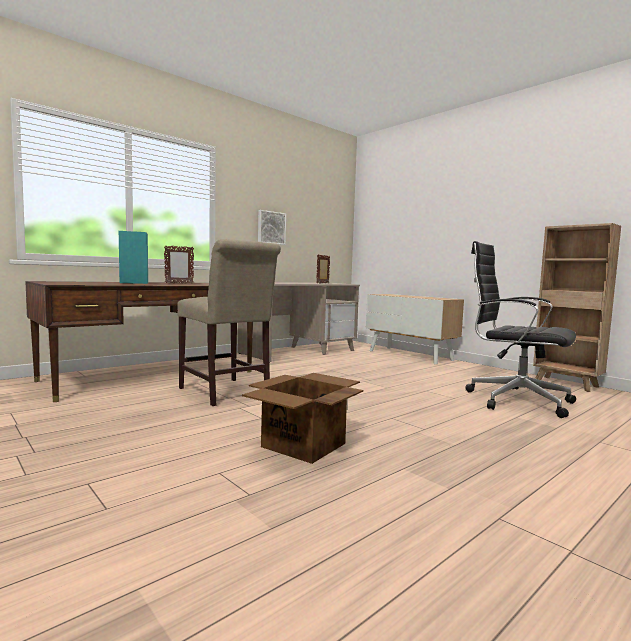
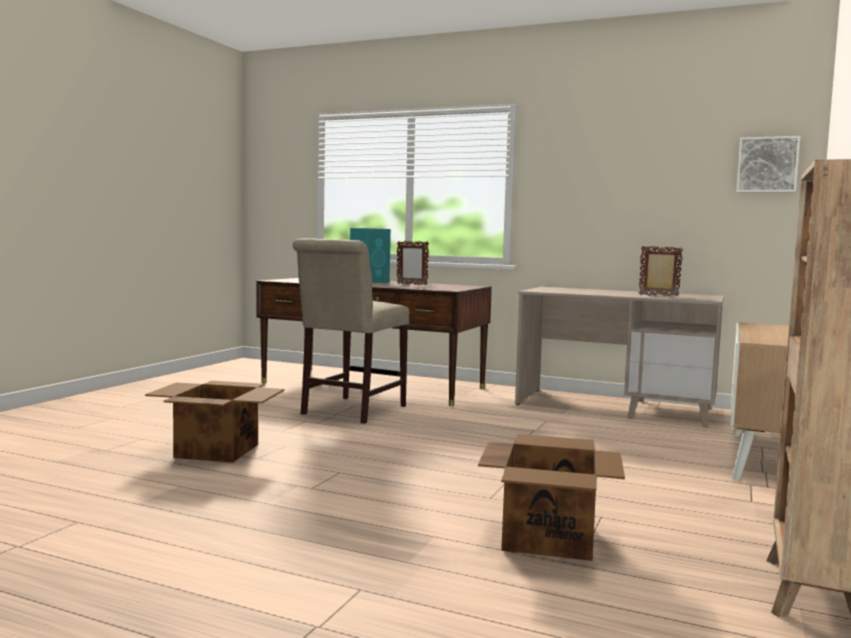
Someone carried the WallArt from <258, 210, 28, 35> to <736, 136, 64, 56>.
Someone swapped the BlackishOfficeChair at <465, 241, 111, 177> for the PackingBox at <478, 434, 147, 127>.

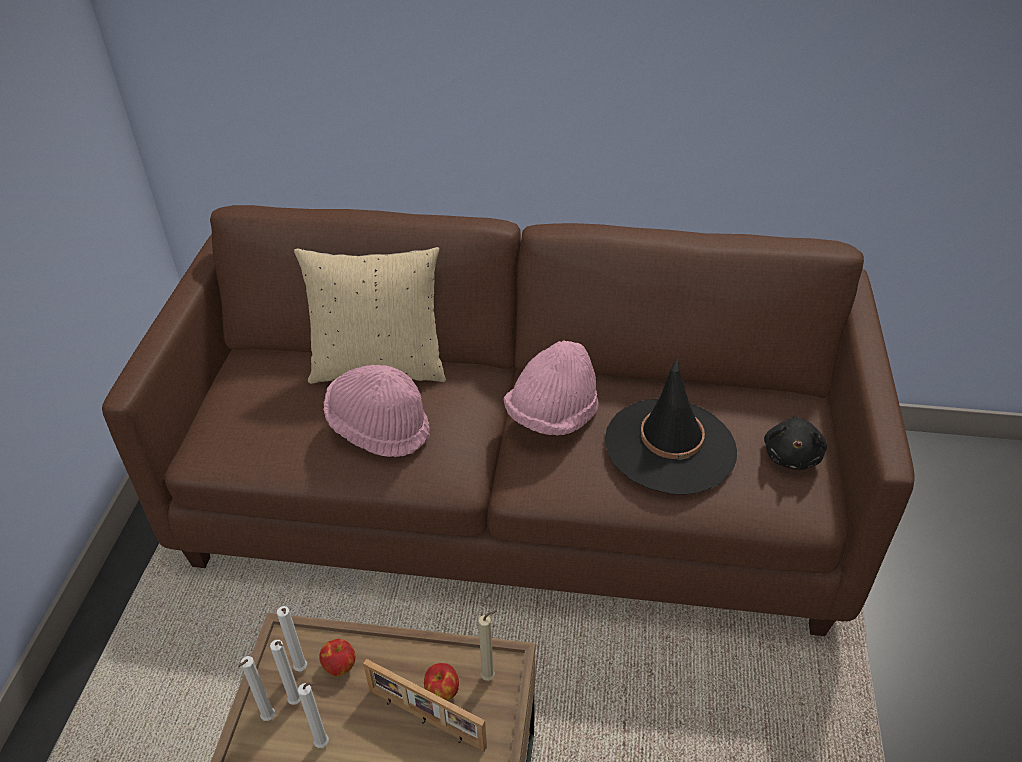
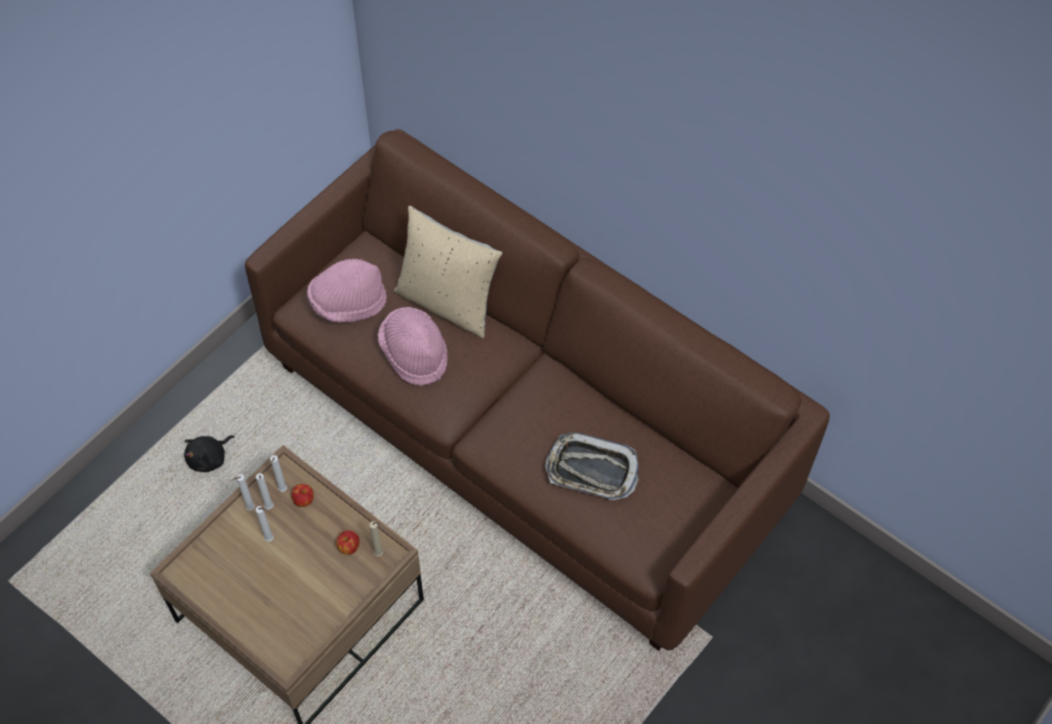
Someone took away the StandingFrame at <363, 659, 124, 93>.
Someone carried the PinkColouredClothingHat from <504, 340, 95, 96> to <307, 259, 80, 64>.
Someone swapped the BlackishClothingHat at <606, 357, 131, 138> for the CarryingTray at <545, 432, 94, 68>.
Someone carried the BlackishSoftToy from <764, 416, 63, 54> to <184, 435, 50, 37>.

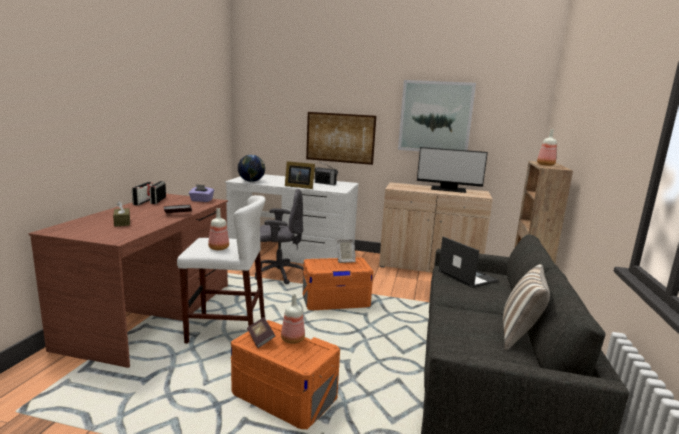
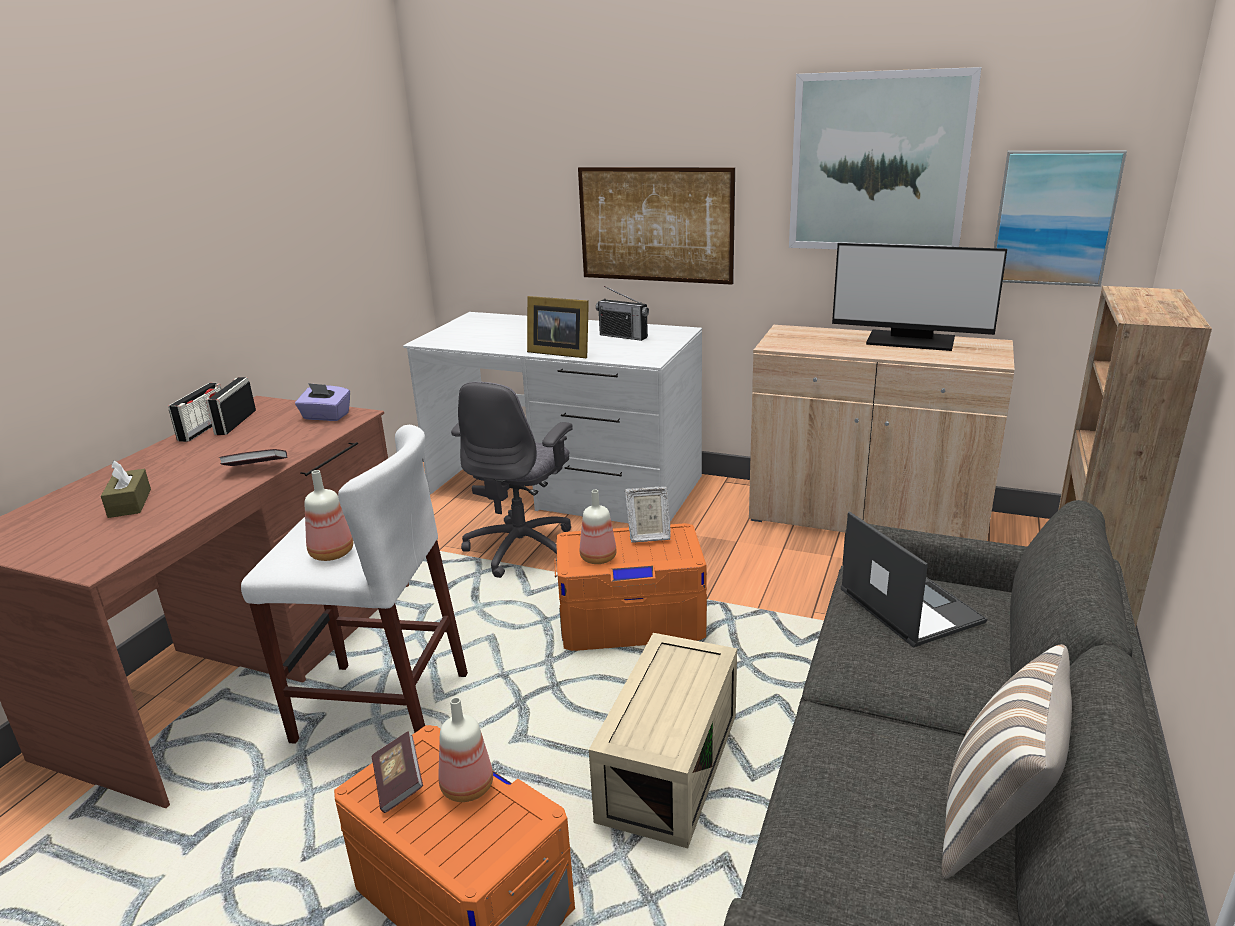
Someone took away the DeskGlobe at <238, 155, 27, 27>.
Someone rotated the GreyOfficeChair at <255, 189, 48, 95> by 105 degrees clockwise.
Someone carried the BeverageBottle from <537, 129, 20, 37> to <580, 490, 37, 74>.
Someone put down the BeigeColouredStorageBin at <589, 633, 148, 215>.
Someone put up the WallArt at <994, 150, 133, 137>.

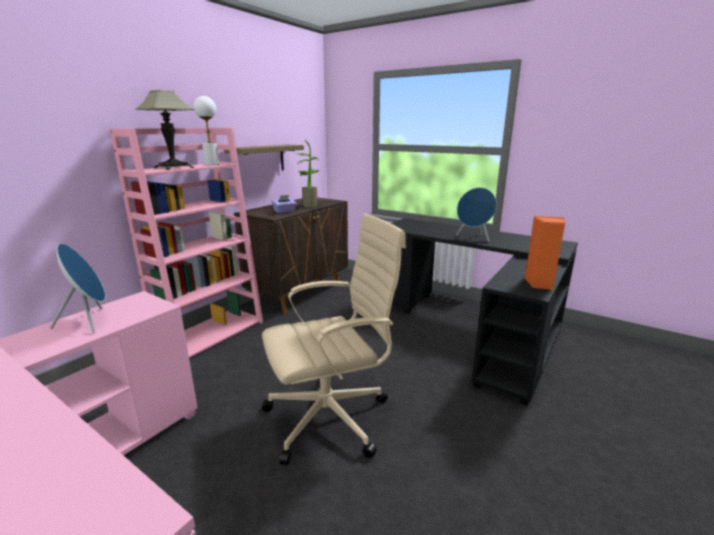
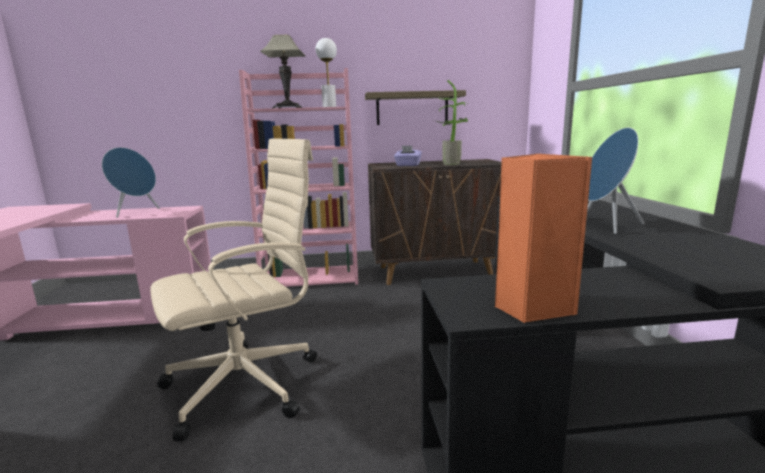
Someone rotated the BeigeColouredOfficeChair at <262, 213, 144, 252> by 60 degrees counterclockwise.

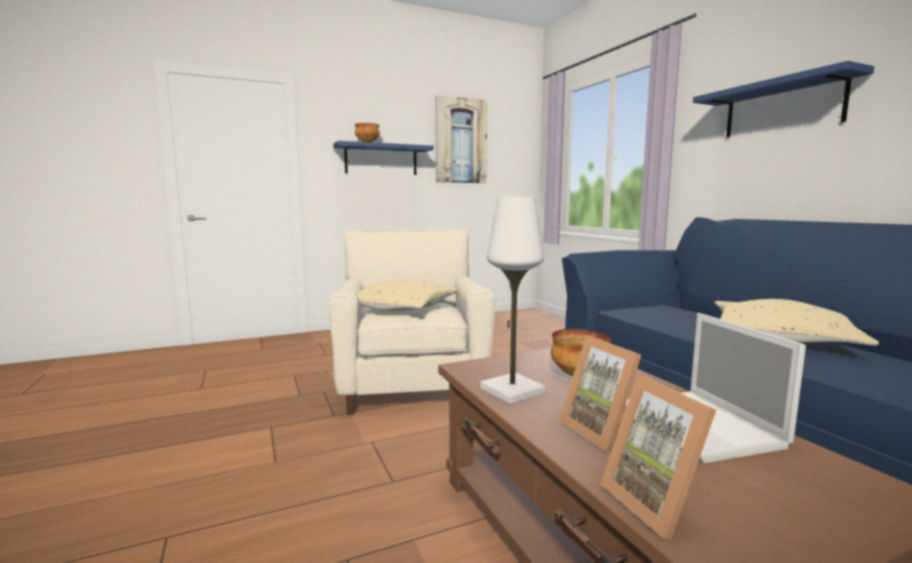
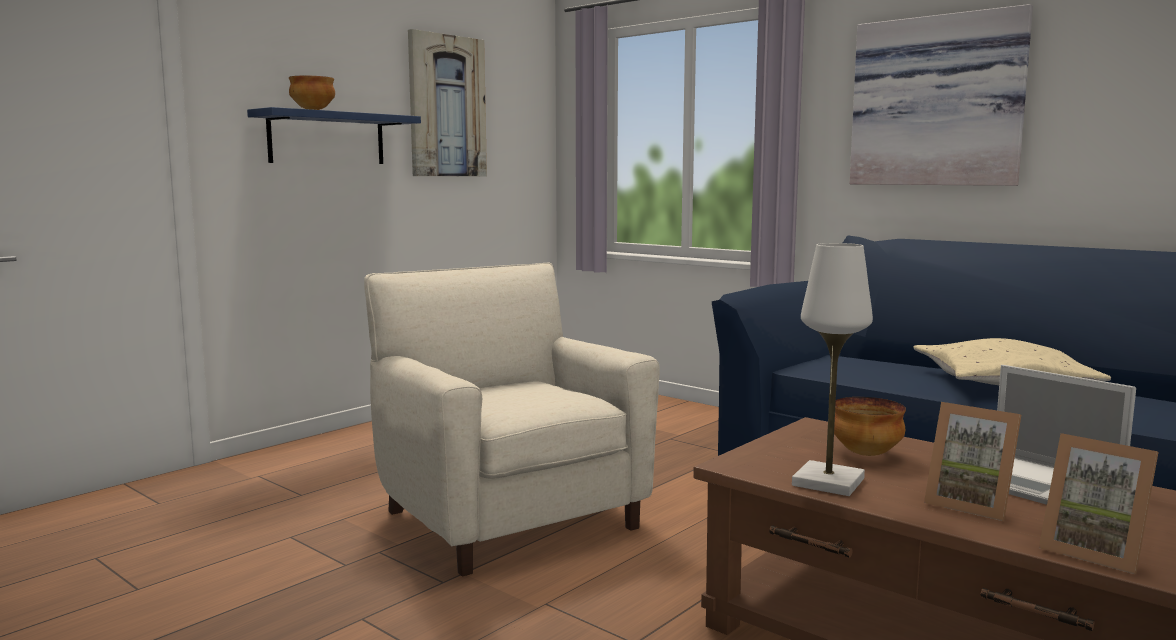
Someone took away the BeigeColouredPillow at <358, 280, 101, 31>.
Someone swapped the BlueColouredBracketShelf at <693, 61, 181, 77> for the WallArt at <850, 4, 183, 182>.

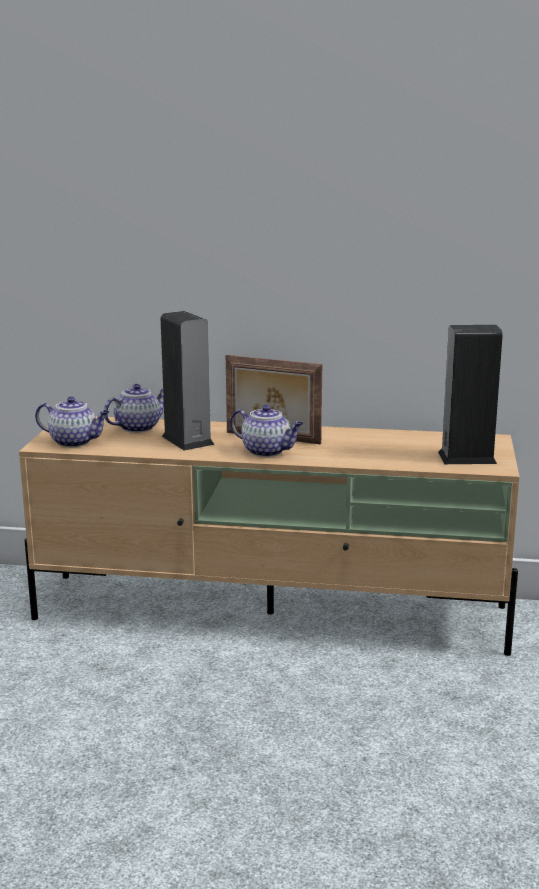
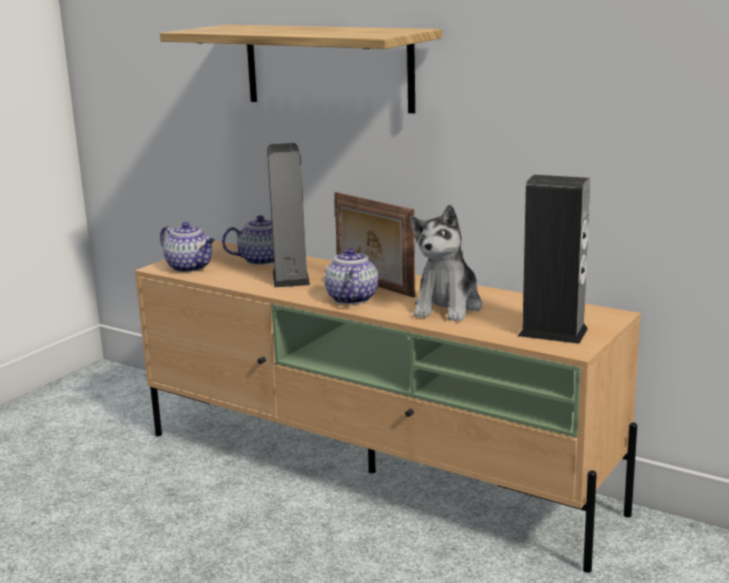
Someone rotated the PotForTea at <230, 405, 74, 52> by 150 degrees counterclockwise.
Someone put up the BracketShelf at <160, 25, 282, 89>.
Someone put down the SoftToy at <410, 205, 72, 117>.

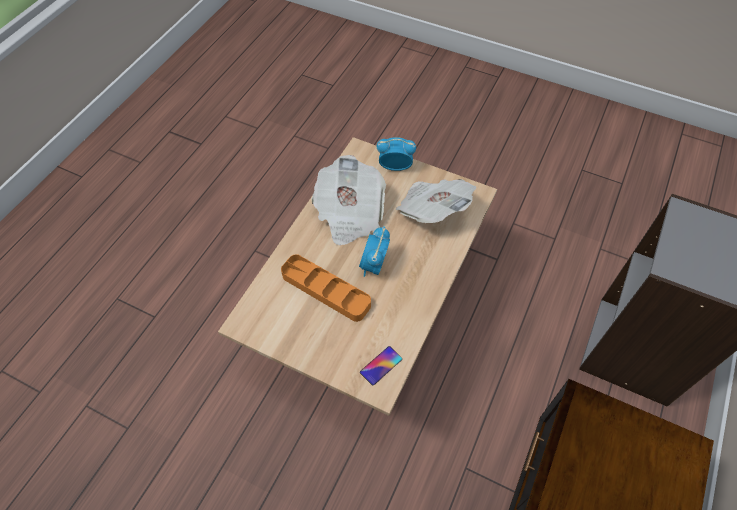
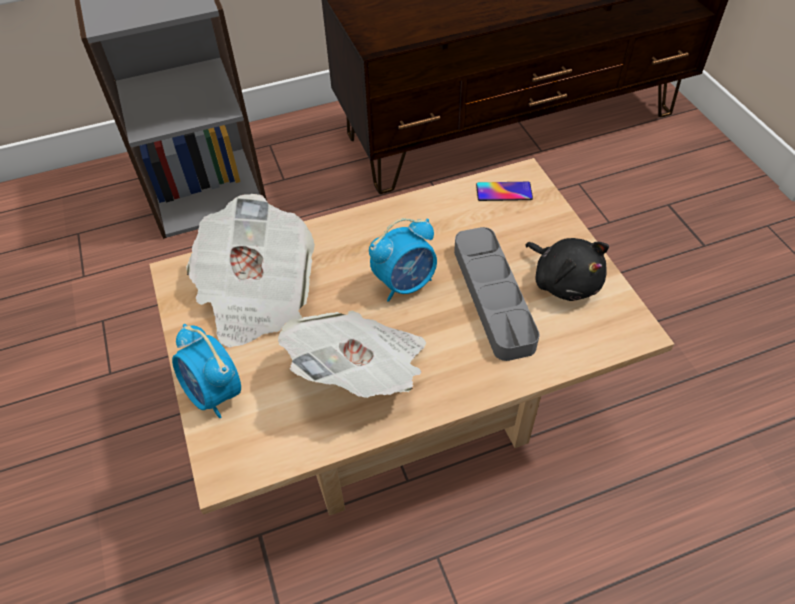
Someone repainted the OrangeColouredCarryingTray at <281, 254, 90, 68>, which became the GreyCarryingTray at <454, 227, 85, 134>.
Someone put down the BlackishSoftToy at <525, 238, 84, 63>.

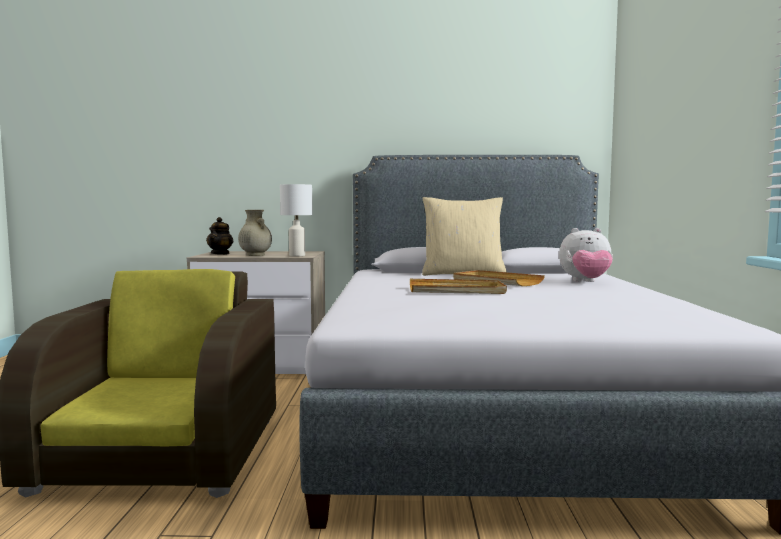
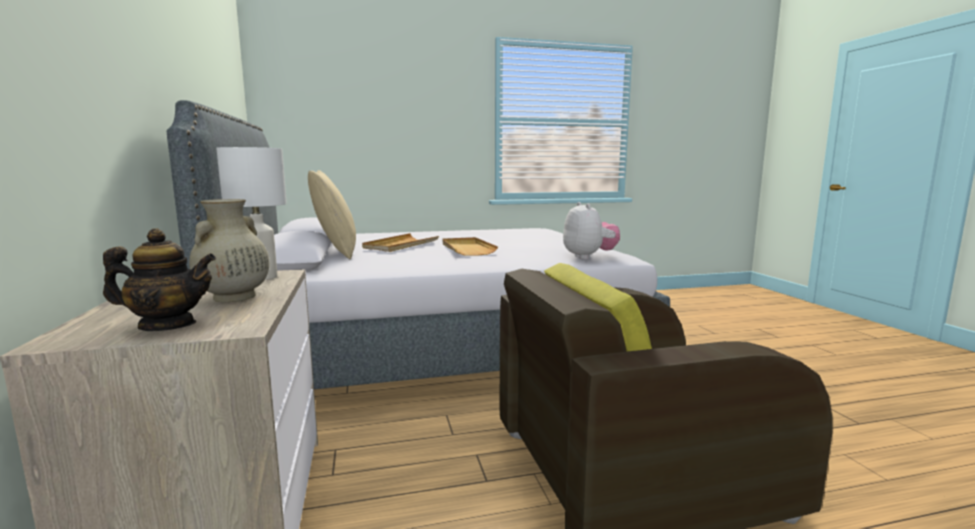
Someone carried the SoftToy from <559, 228, 54, 54> to <563, 202, 57, 58>.

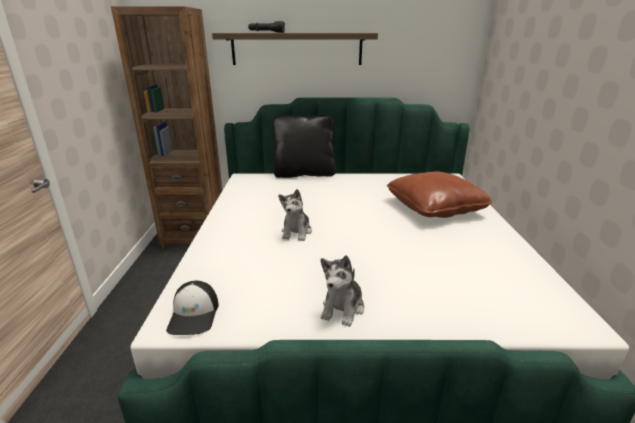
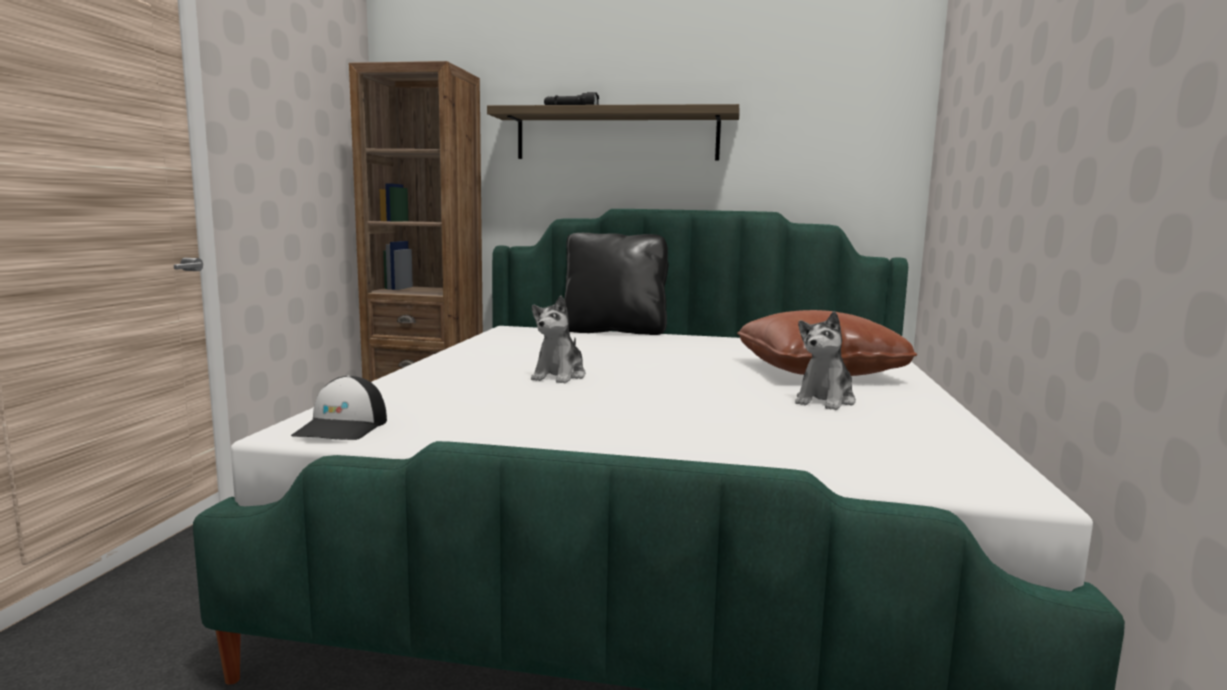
Someone carried the SoftToy from <321, 255, 43, 72> to <795, 311, 61, 99>.

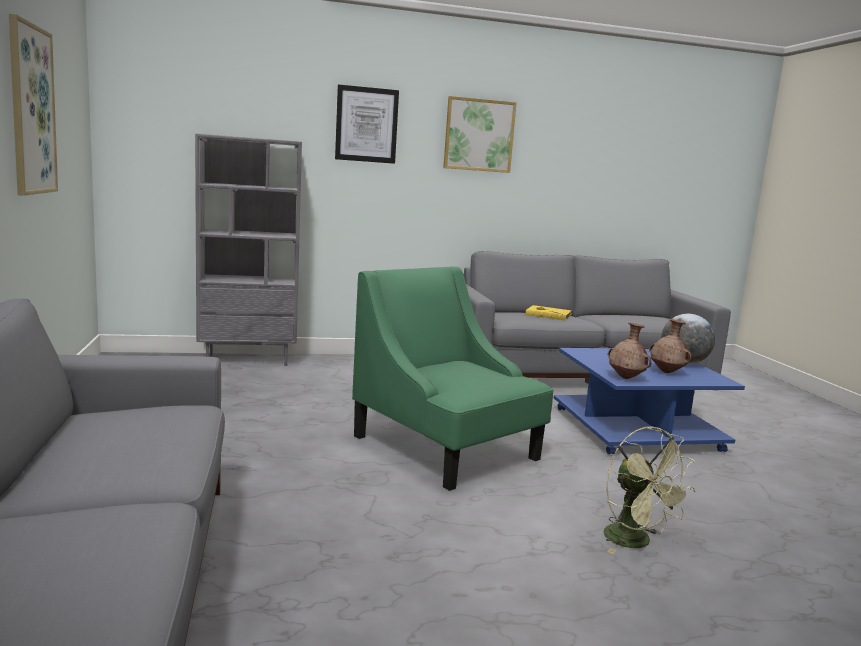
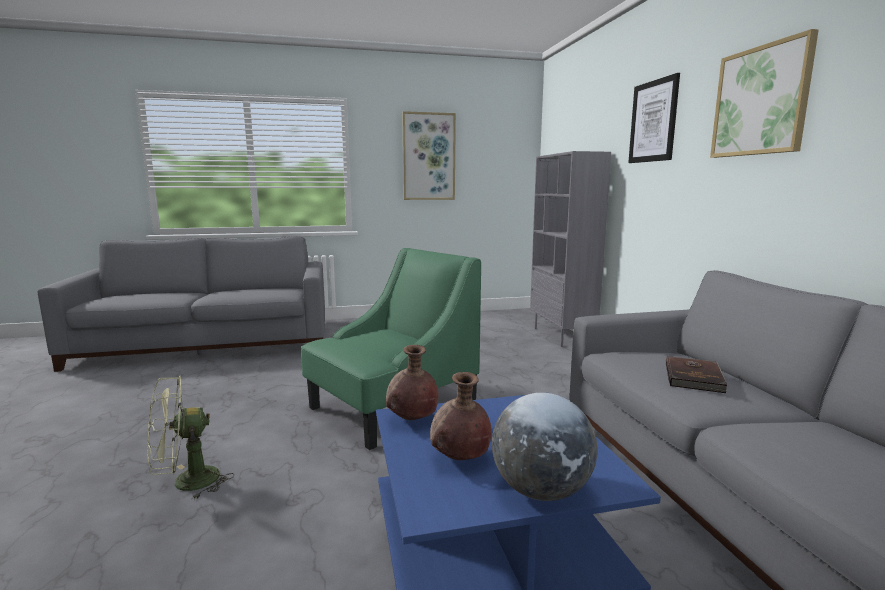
Someone repainted the YellowishBoundBook at <525, 305, 47, 16>, which became the BrownColouredBoundBook at <666, 356, 62, 37>.

